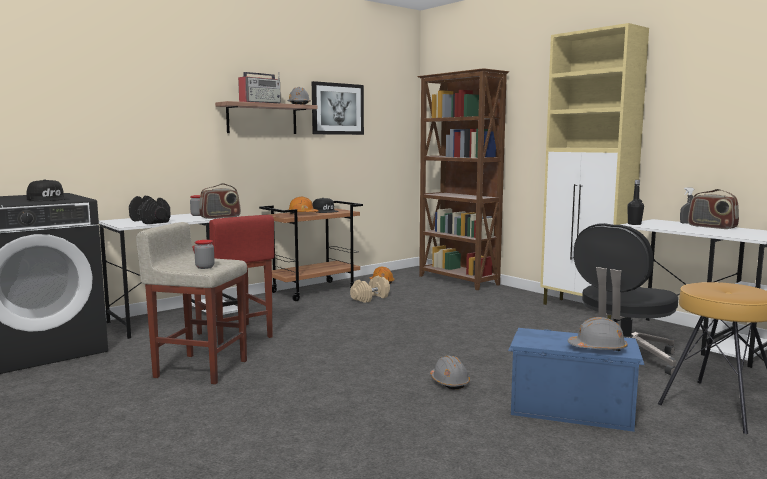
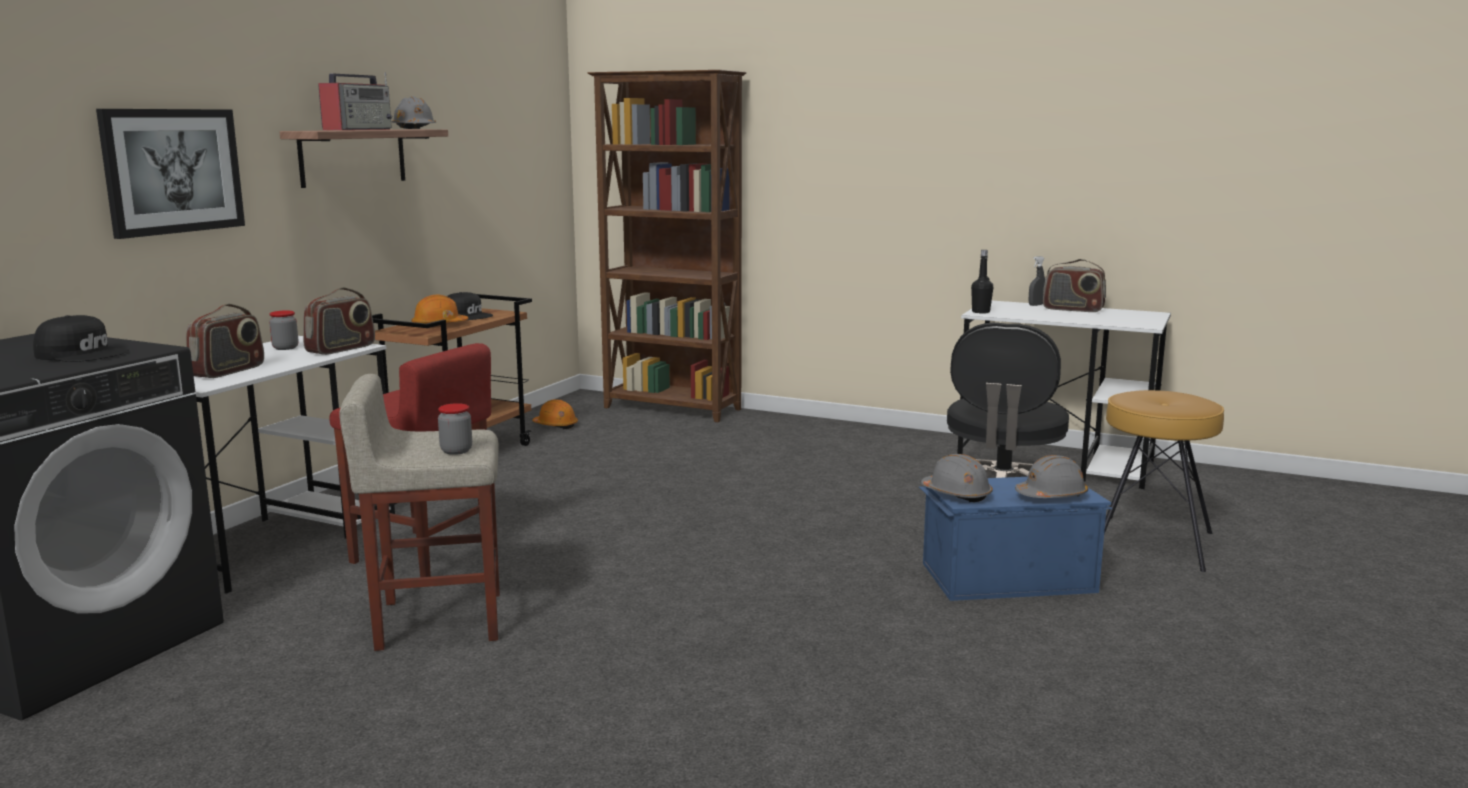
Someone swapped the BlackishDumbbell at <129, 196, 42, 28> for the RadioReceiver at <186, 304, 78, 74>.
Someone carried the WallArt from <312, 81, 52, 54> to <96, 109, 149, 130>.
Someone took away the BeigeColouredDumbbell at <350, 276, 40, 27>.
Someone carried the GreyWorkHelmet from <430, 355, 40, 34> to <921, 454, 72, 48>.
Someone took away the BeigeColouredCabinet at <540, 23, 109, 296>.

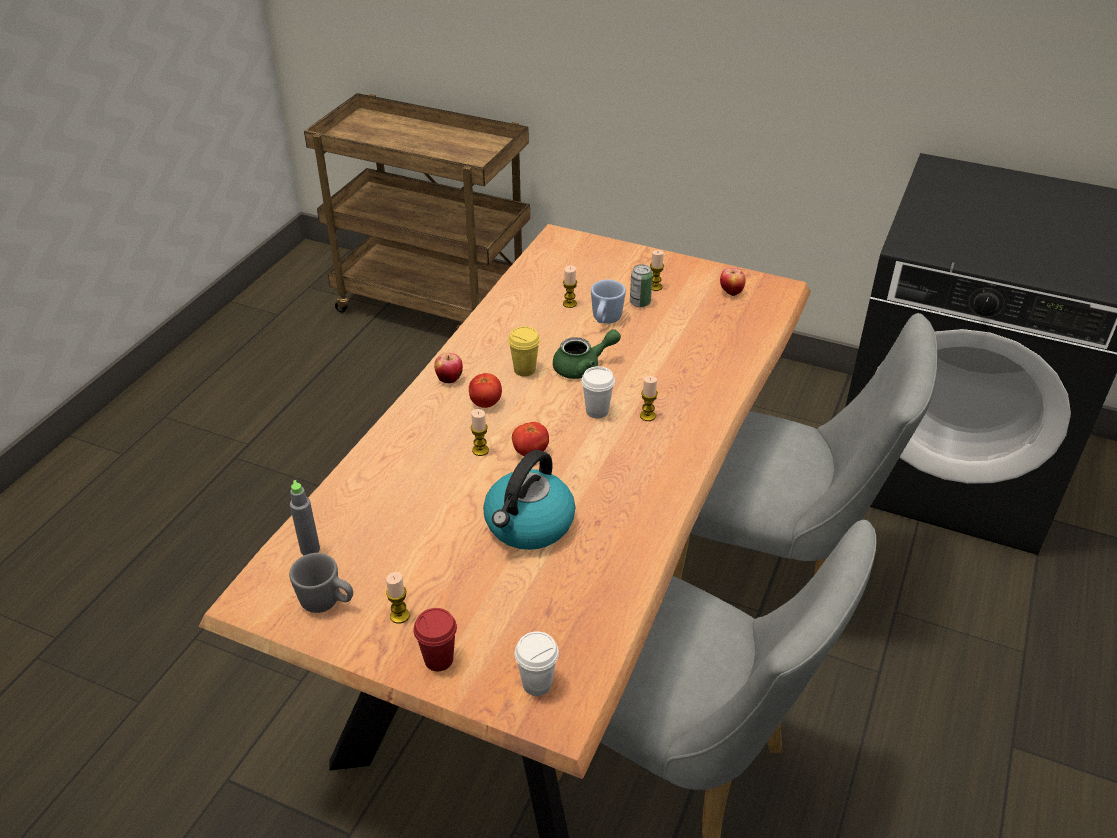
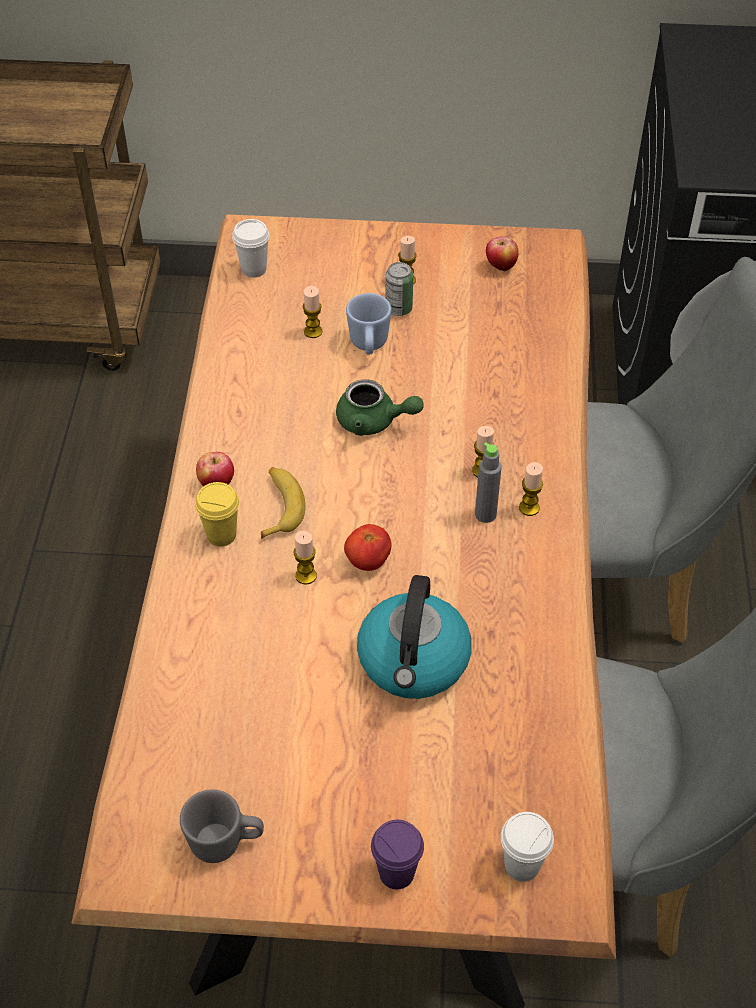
Someone carried the GreyBeverageBottle from <290, 480, 30, 75> to <475, 442, 27, 81>.
Someone carried the WaxLight from <386, 572, 24, 52> to <519, 462, 24, 54>.
Someone repainted the RedDrinkingCup at <413, 608, 44, 63>, which became the PurpleDrinkingCup at <371, 820, 53, 69>.
Someone swapped the FreshTomato at <469, 373, 33, 35> for the BananaFruit at <261, 467, 45, 72>.
Someone carried the YellowishDrinkingCup from <508, 326, 32, 51> to <195, 482, 44, 65>.
Someone rotated the GreenPotForTea at <553, 329, 68, 50> by 60 degrees clockwise.
Someone carried the WhiteColouredDrinkingCup from <581, 366, 34, 53> to <232, 219, 38, 59>.

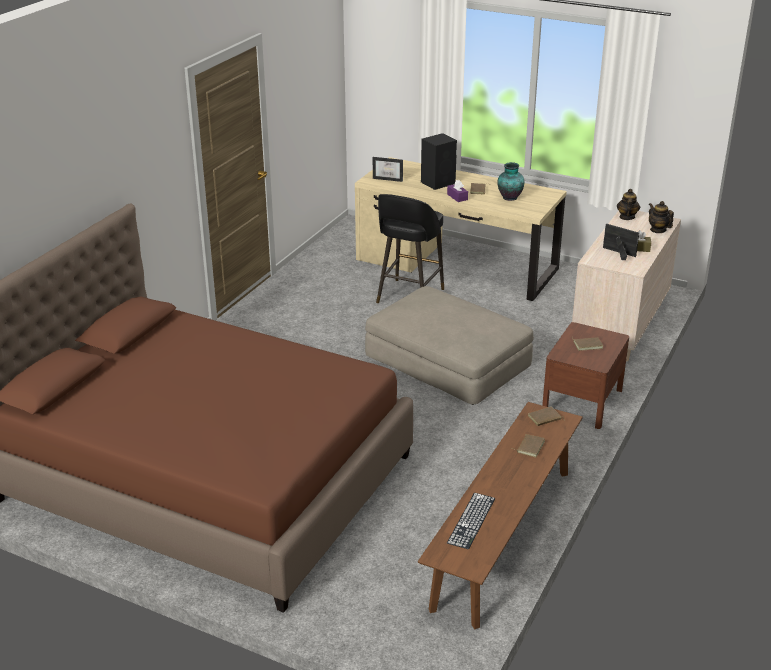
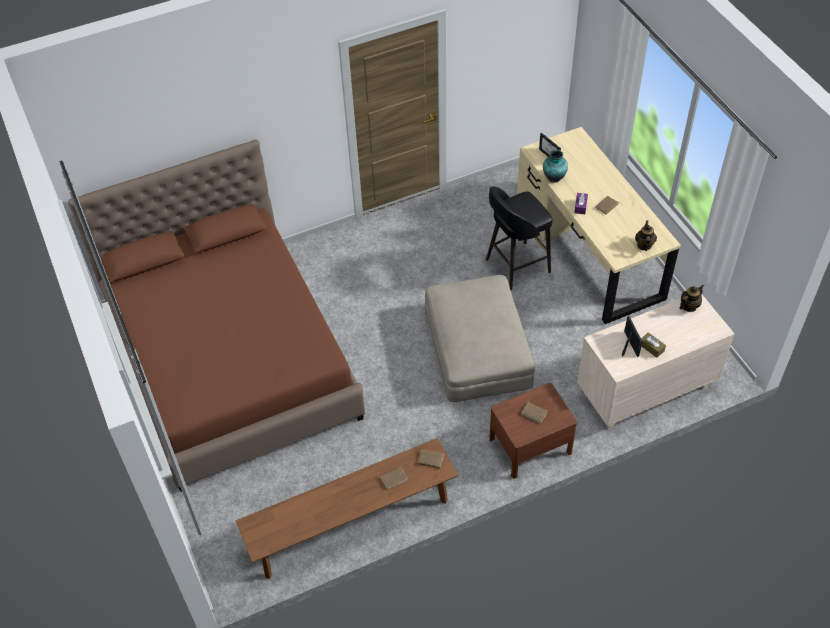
Someone took away the BlackishAudioSpeaker at <421, 133, 36, 57>.
Someone took away the PcKeyboard at <447, 493, 48, 56>.
Someone carried the Vase from <497, 162, 27, 39> to <543, 150, 25, 33>.
Someone carried the PotForTea from <649, 201, 25, 32> to <635, 220, 22, 31>.

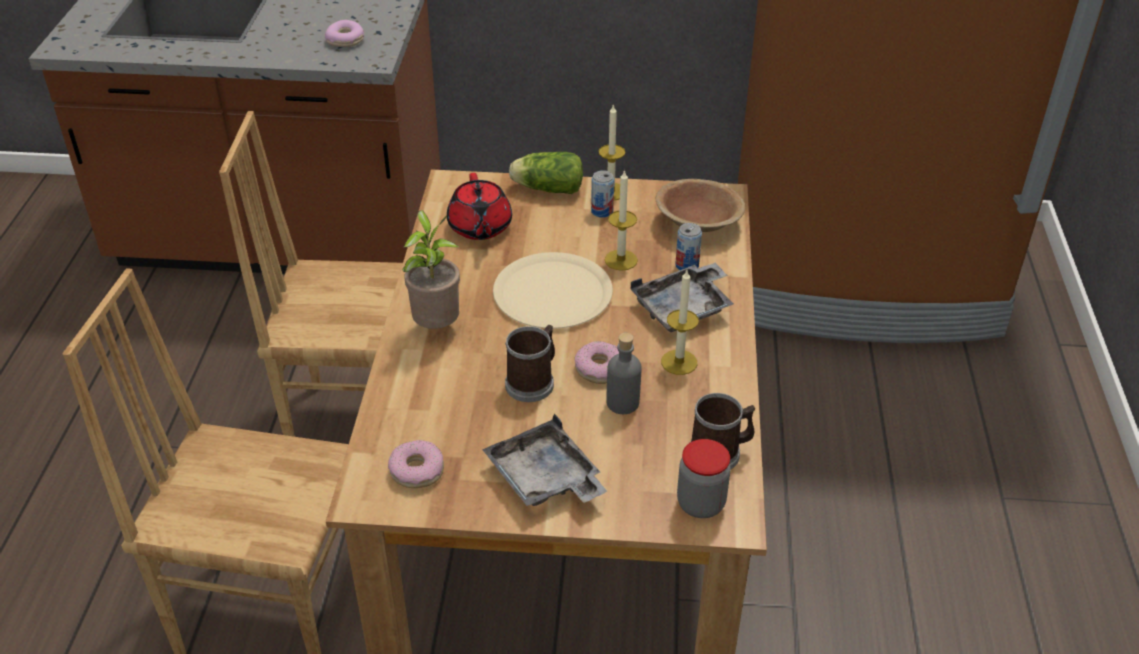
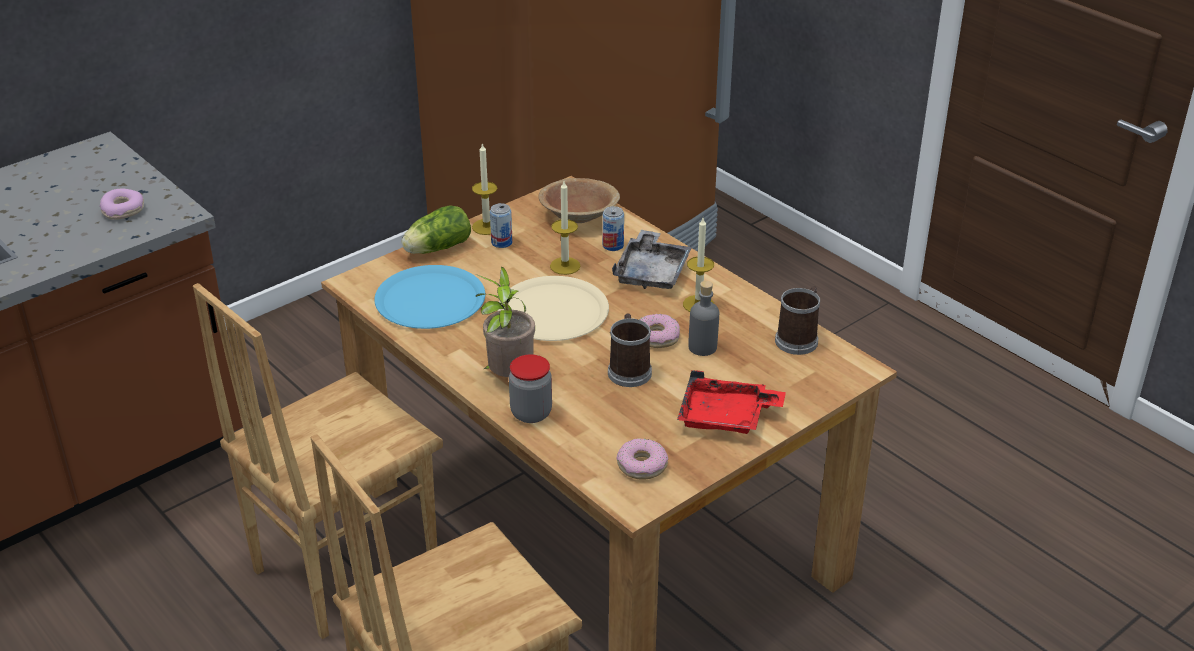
Someone swapped the RedPotForTea at <447, 173, 65, 67> for the BlueColouredFlatDish at <374, 265, 111, 64>.
Someone repainted the GreyCarryingTray at <482, 413, 125, 93>, which became the RedCarryingTray at <677, 370, 109, 64>.
Someone carried the PreserveJar from <677, 439, 54, 79> to <509, 354, 43, 69>.

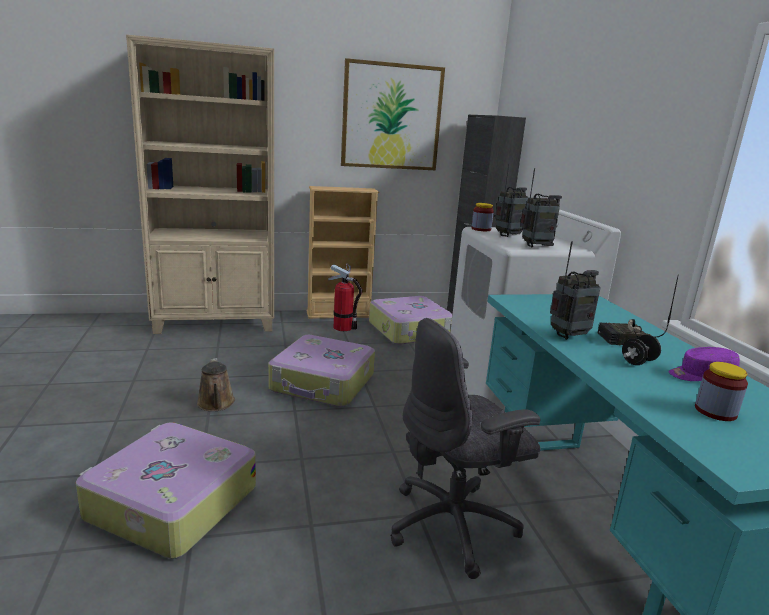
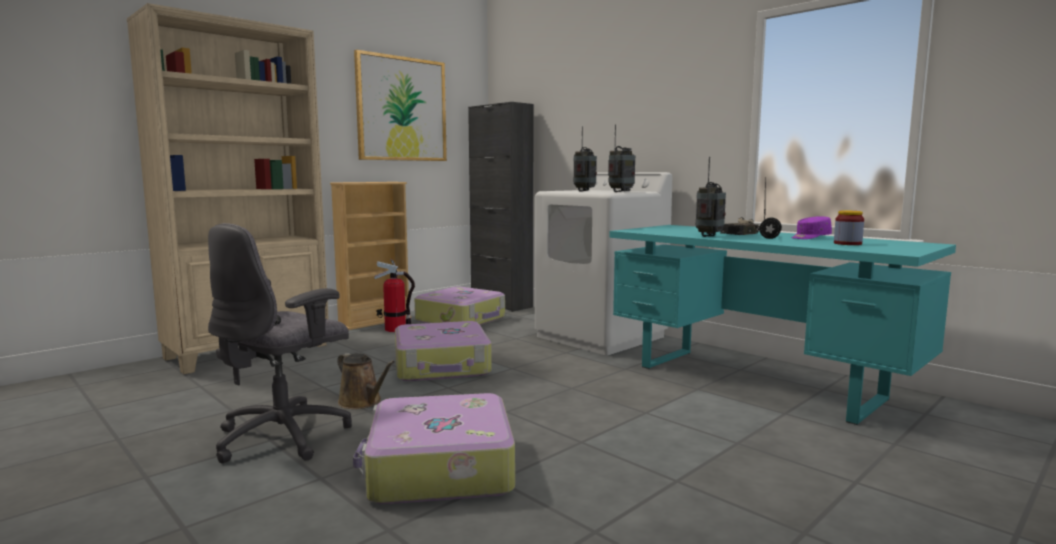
Someone carried the GreyOfficeChair from <391, 318, 150, 261> to <208, 223, 144, 241>.
Someone took away the PreserveJar at <471, 203, 23, 28>.

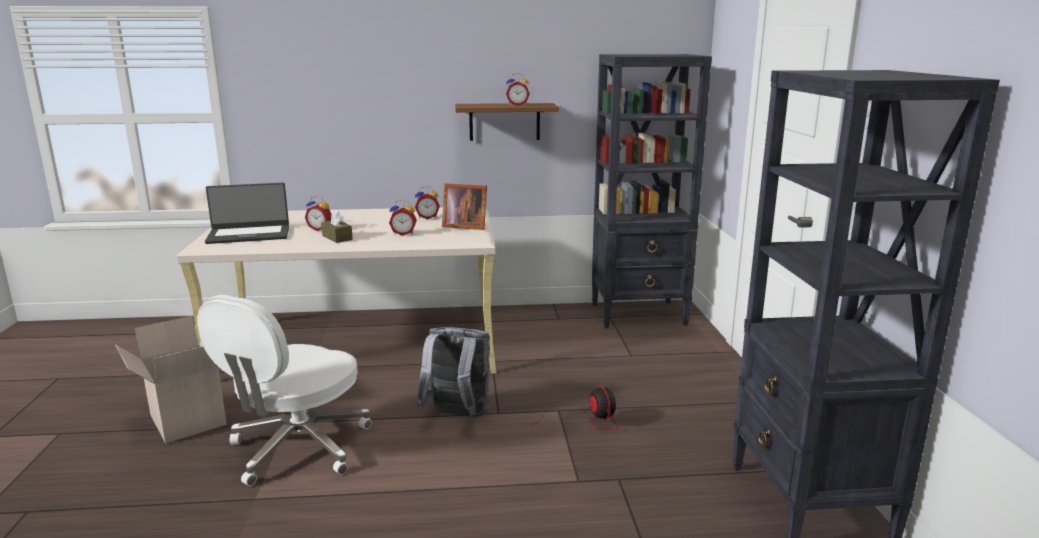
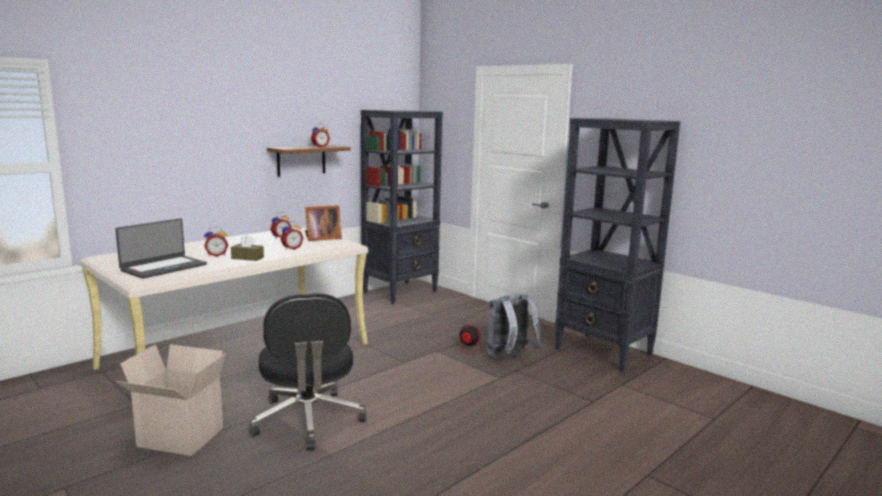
Someone repainted the WhiteColouredOfficeChair at <197, 295, 175, 191>, which became the BlackishOfficeChair at <249, 293, 118, 158>.
Someone carried the GreyRucksack from <416, 327, 74, 90> to <487, 294, 55, 65>.

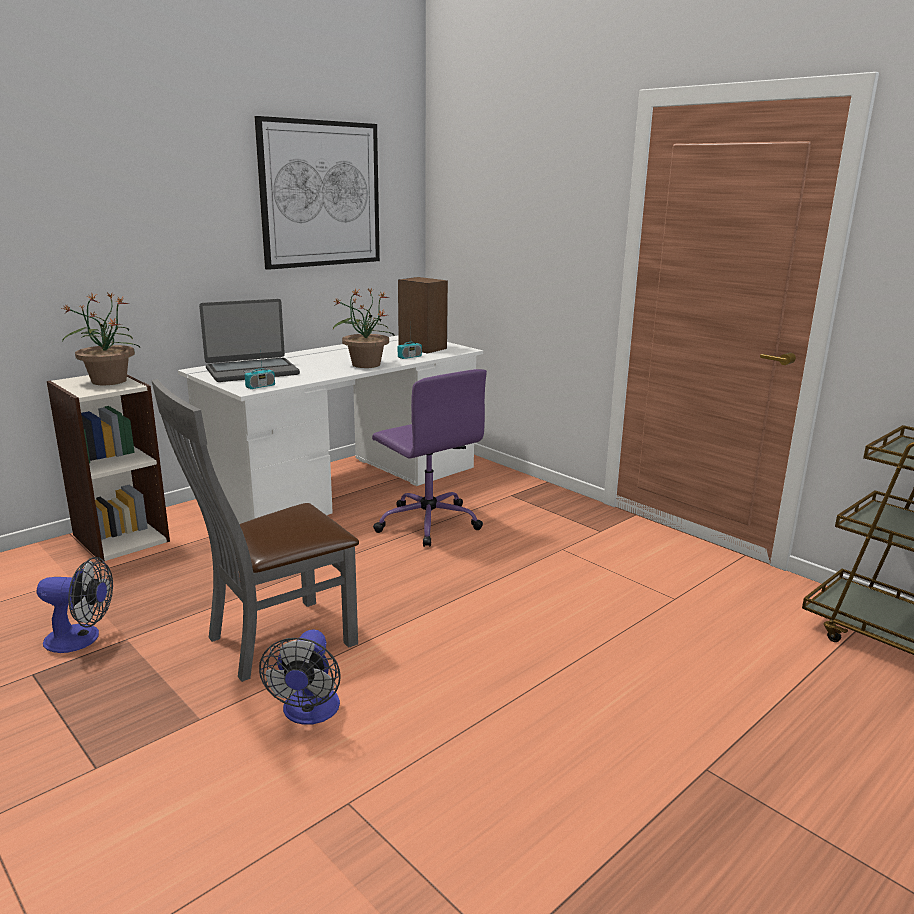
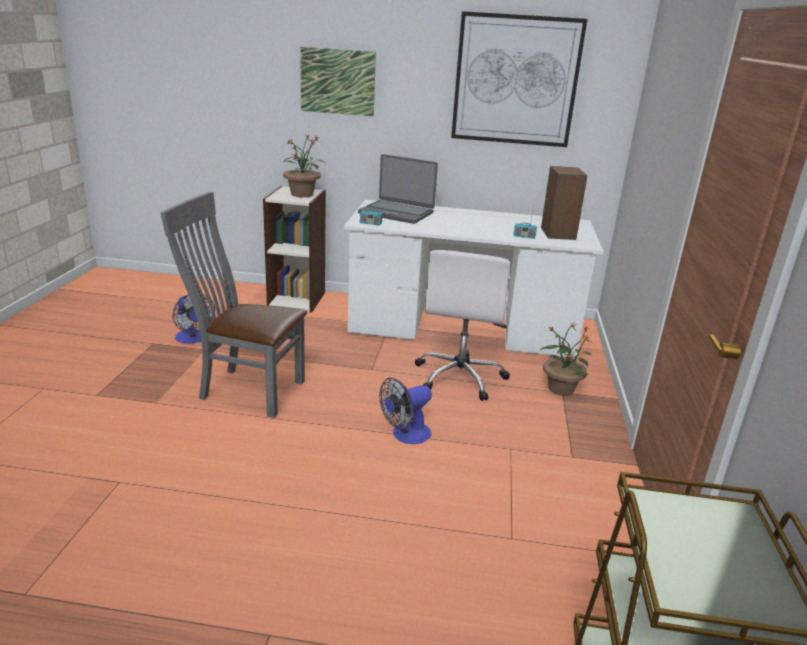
Someone carried the ElectricFan from <259, 630, 82, 95> to <379, 378, 53, 66>.
Someone carried the PlantInAPot from <333, 288, 62, 80> to <541, 323, 52, 73>.
Someone repainted the PurpleOfficeChair at <372, 369, 115, 178>, which became the WhiteColouredOfficeChair at <415, 250, 95, 151>.
Someone put up the WallArt at <300, 47, 76, 69>.

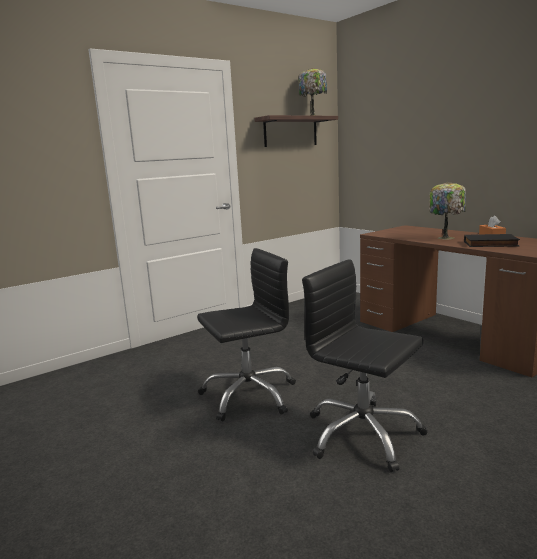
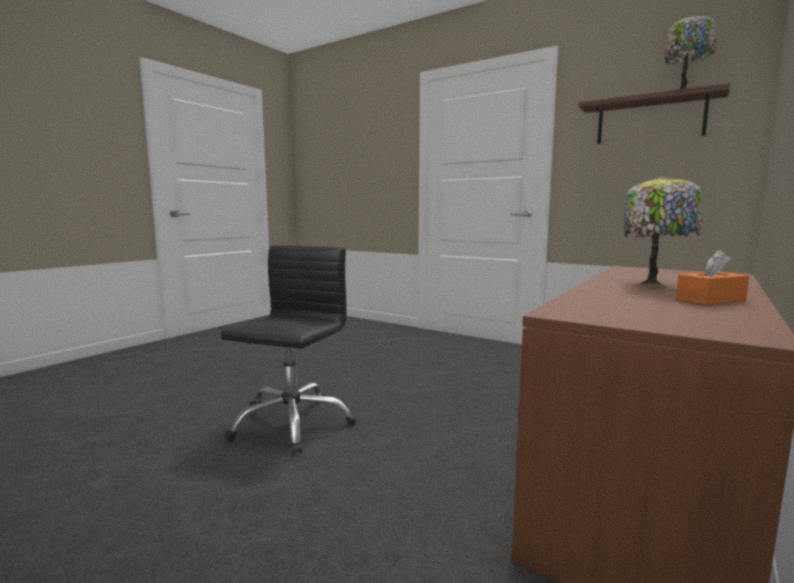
Someone took away the BlackishOfficeChair at <197, 248, 99, 173>.
Someone took away the BlackishBoundBook at <464, 234, 56, 13>.

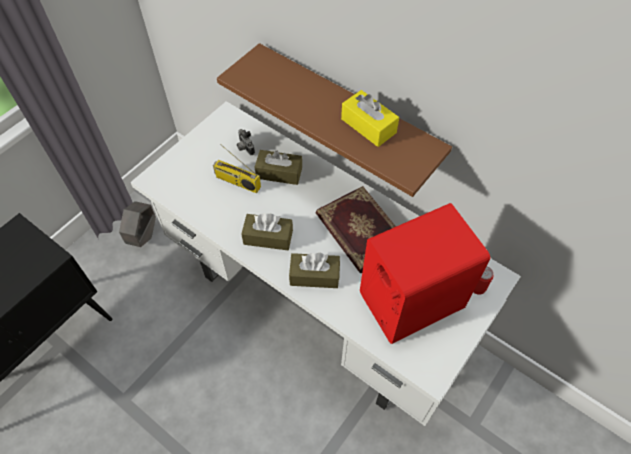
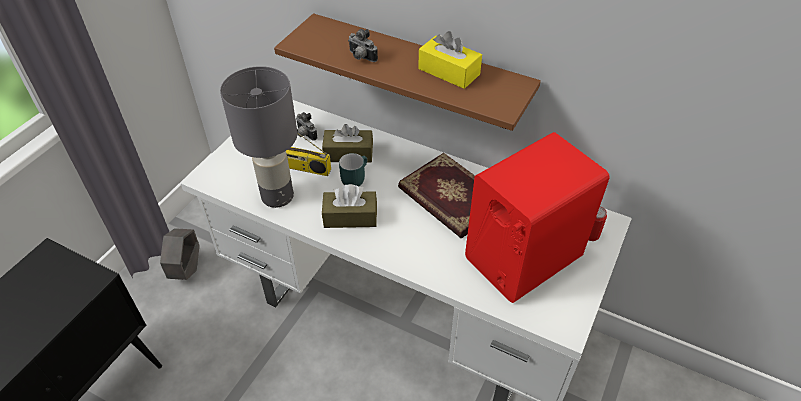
Someone took away the BrownColouredTissueBox at <289, 253, 51, 35>.
Someone put down the GreyTabletopLamp at <220, 66, 78, 142>.
Someone put down the TurquoiseMug at <339, 153, 28, 33>.
Someone put down the StillCamera at <348, 29, 30, 33>.

